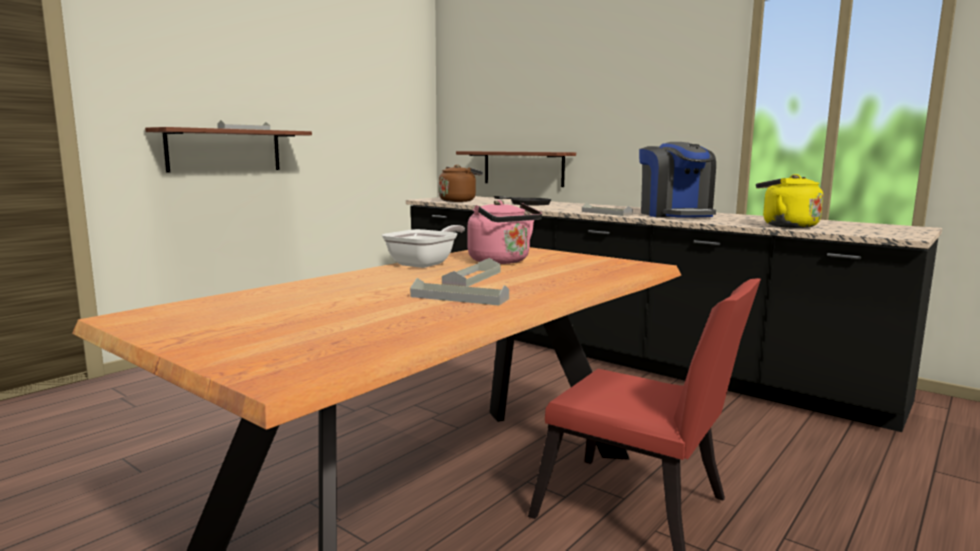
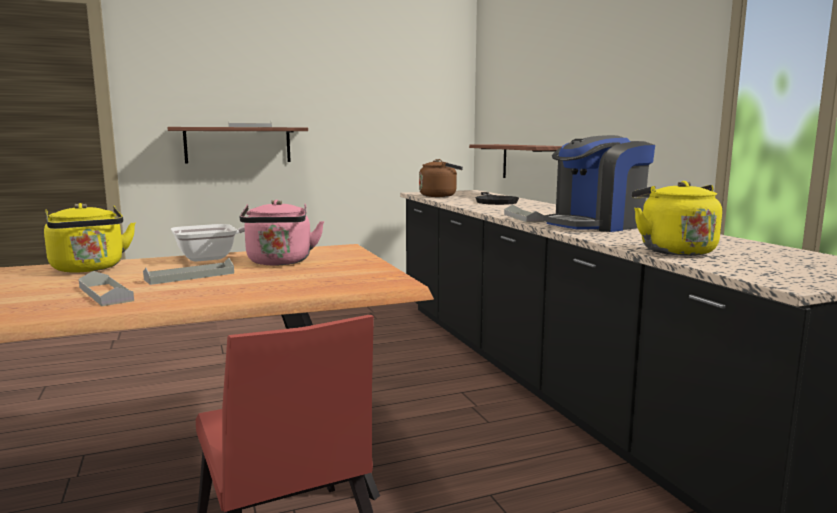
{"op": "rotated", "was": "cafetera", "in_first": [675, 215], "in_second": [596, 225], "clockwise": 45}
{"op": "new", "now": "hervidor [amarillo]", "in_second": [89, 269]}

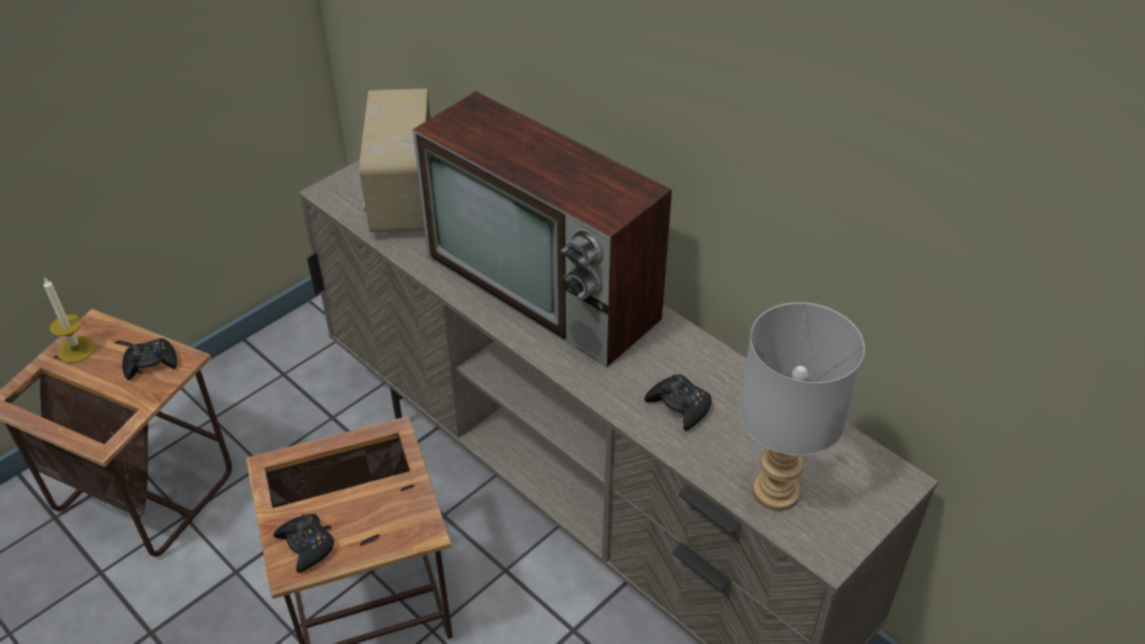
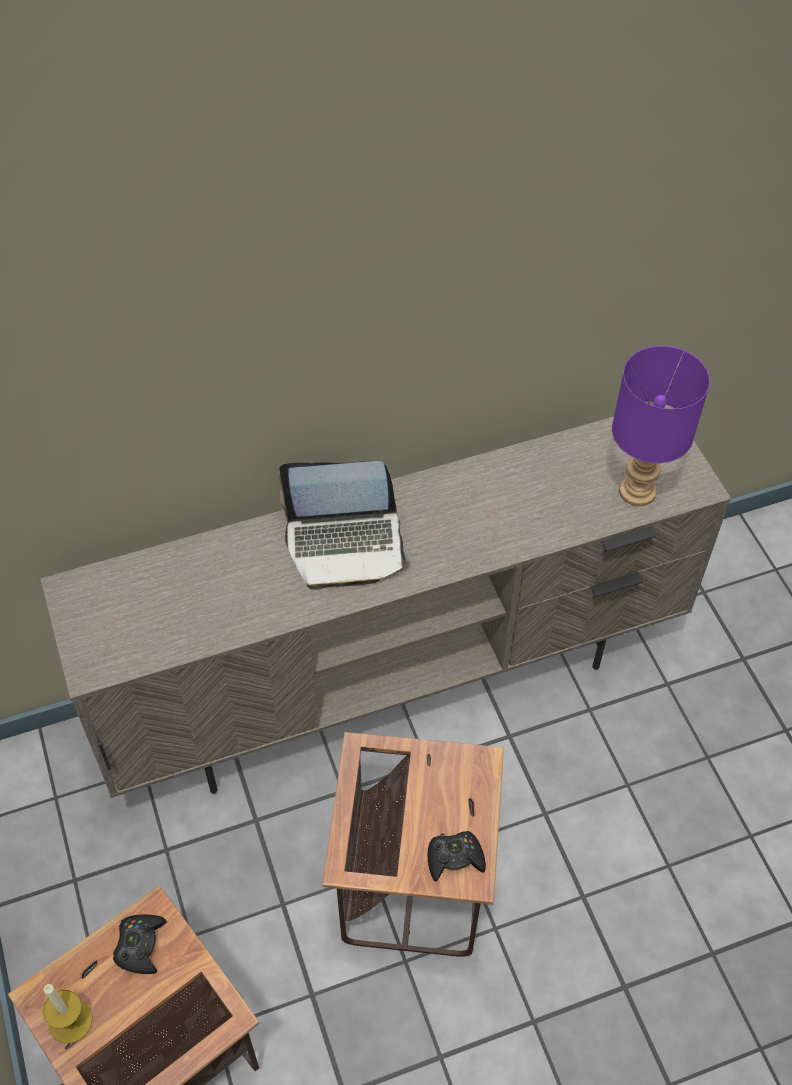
{"op": "gone", "was": "radio", "in_first": [402, 198]}
{"op": "swapped", "was": "televisor", "now": "portátil", "in_first": [546, 288], "in_second": [345, 544]}
{"op": "repainted", "was": "lámpara de mesa [gris]", "now": "lámpara de mesa [morado]", "in_first": [777, 492], "in_second": [638, 491]}
{"op": "gone", "was": "mando de consola [negro]", "in_first": [679, 406]}

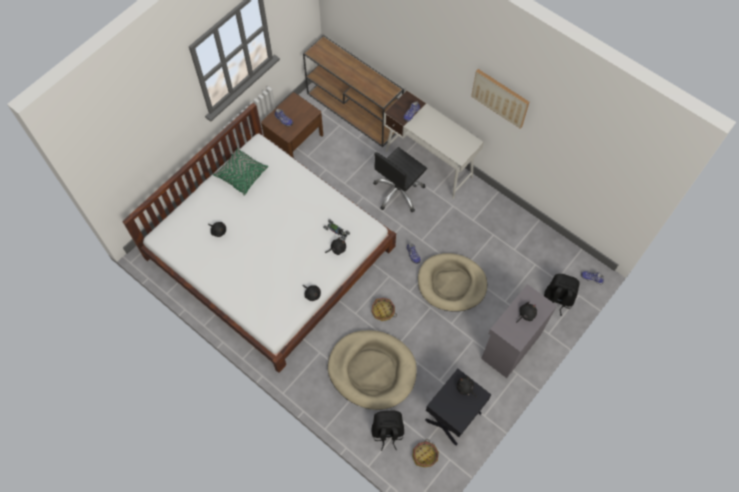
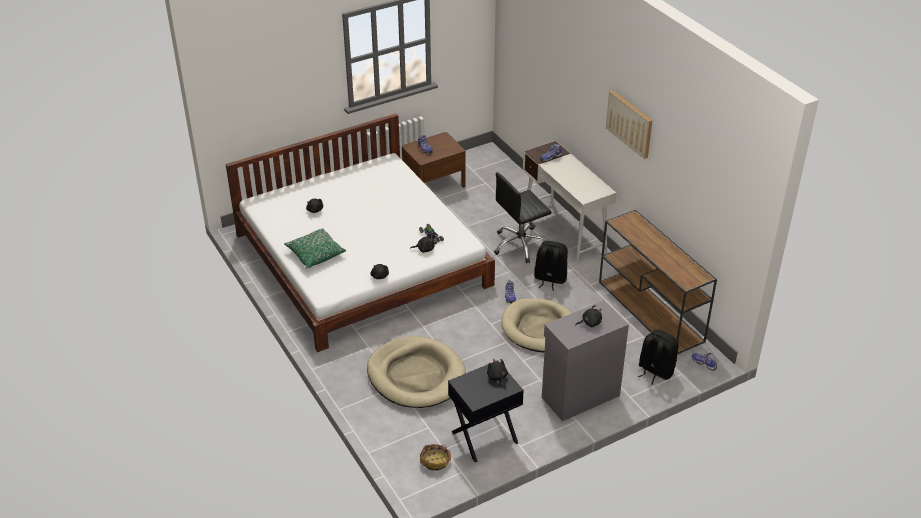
{"op": "shifted", "was": "mesa consola [marrón]", "in_first": [354, 111], "in_second": [651, 312]}
{"op": "shifted", "was": "cojín [verde]", "in_first": [241, 175], "in_second": [315, 254]}
{"op": "gone", "was": "cesta", "in_first": [383, 311]}
{"op": "shifted", "was": "mochila [negro]", "in_first": [387, 432], "in_second": [549, 279]}

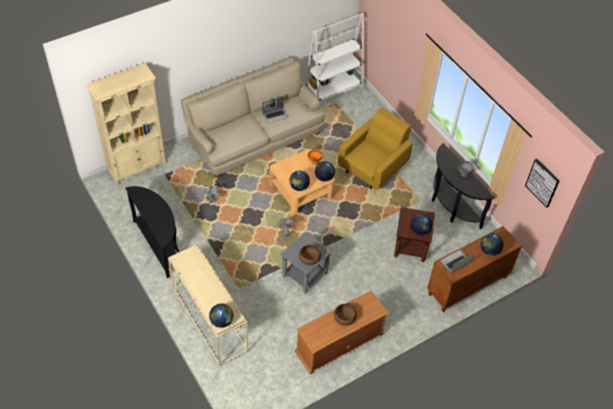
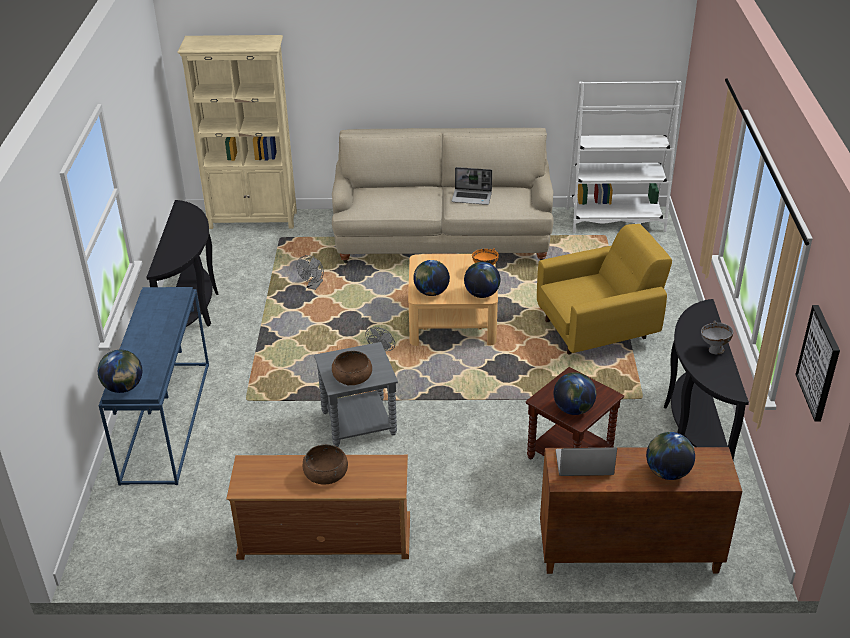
{"op": "repainted", "was": "mesa consola [beis]", "now": "mesa consola [azul]", "in_first": [208, 319], "in_second": [165, 420]}

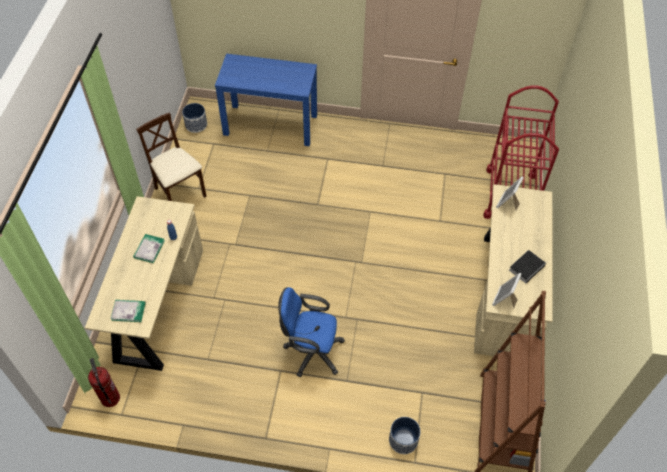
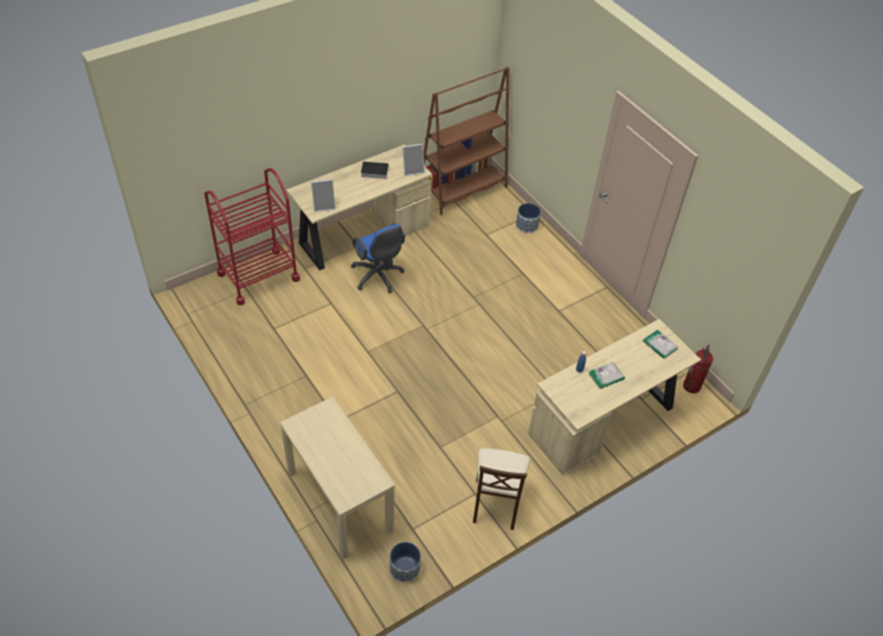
{"op": "repainted", "was": "mesa consola [azul]", "now": "mesa consola [beis]", "in_first": [271, 125], "in_second": [339, 500]}
{"op": "shifted", "was": "silla de oficina [azul]", "in_first": [311, 351], "in_second": [378, 277]}

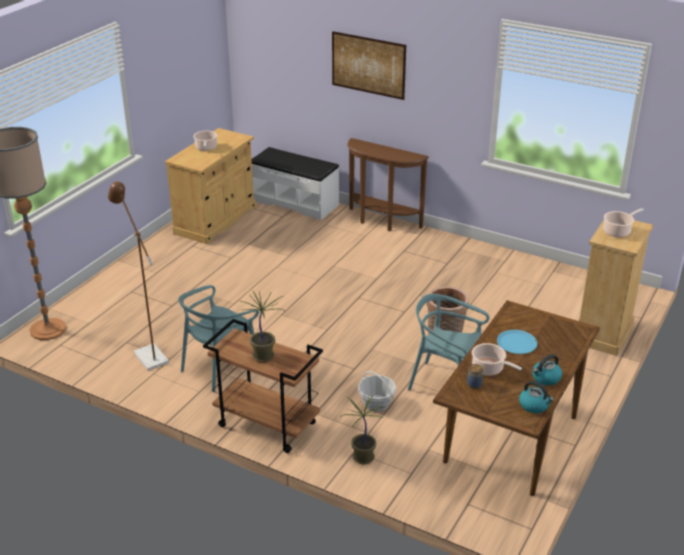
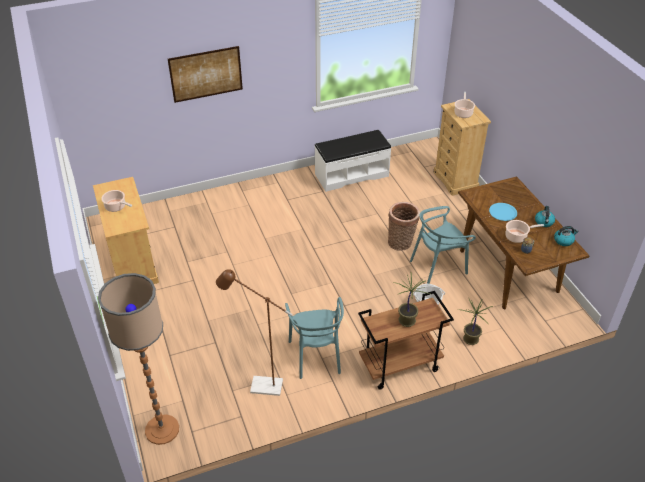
{"op": "gone", "was": "mesa consola [marrón]", "in_first": [381, 222]}
{"op": "shifted", "was": "banco [blanco]", "in_first": [295, 202], "in_second": [351, 175]}

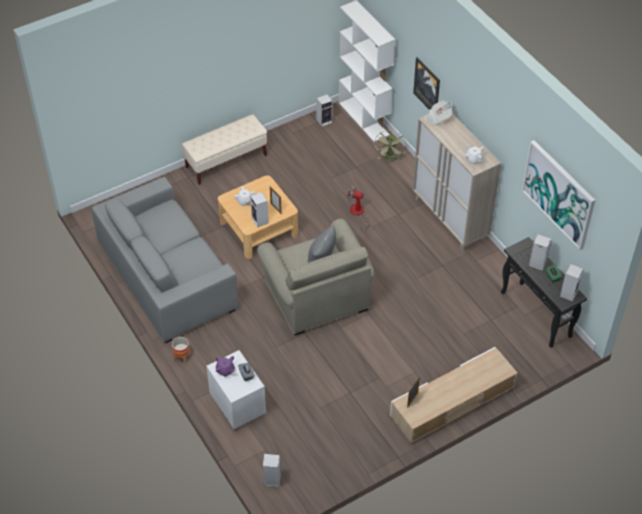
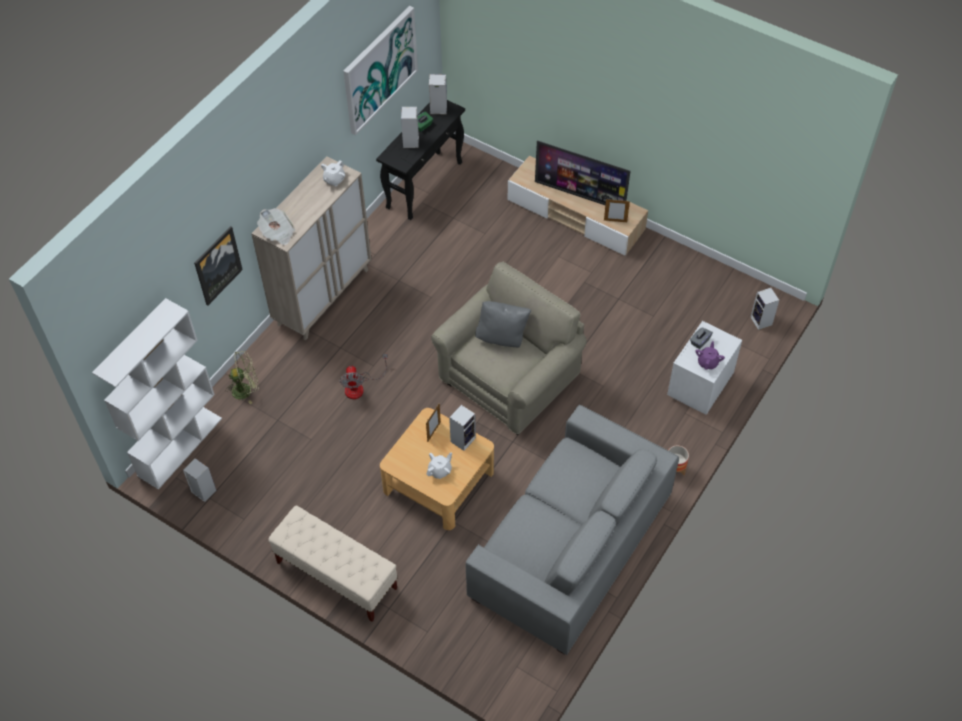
{"op": "new", "now": "televisor", "in_second": [580, 195]}

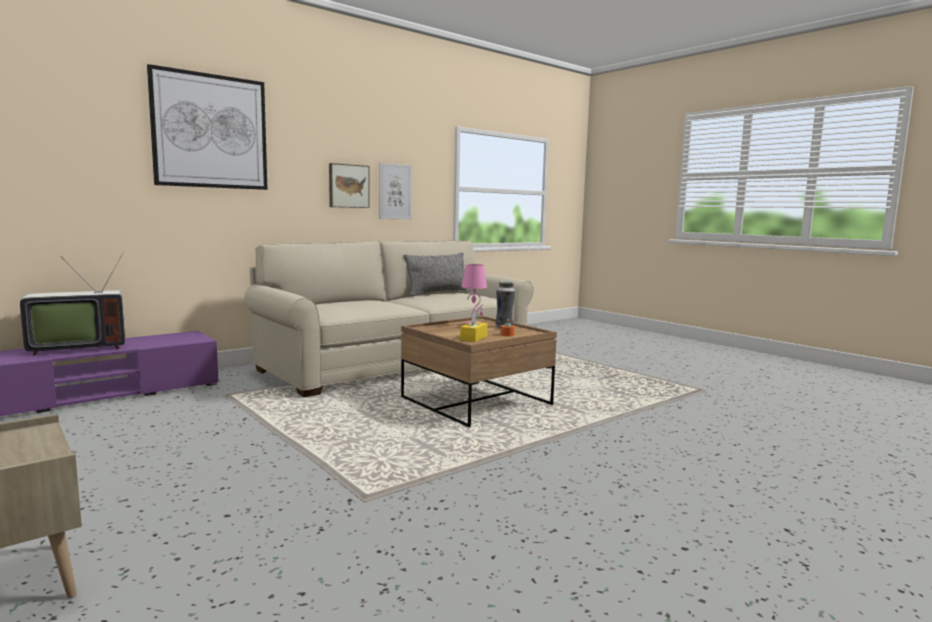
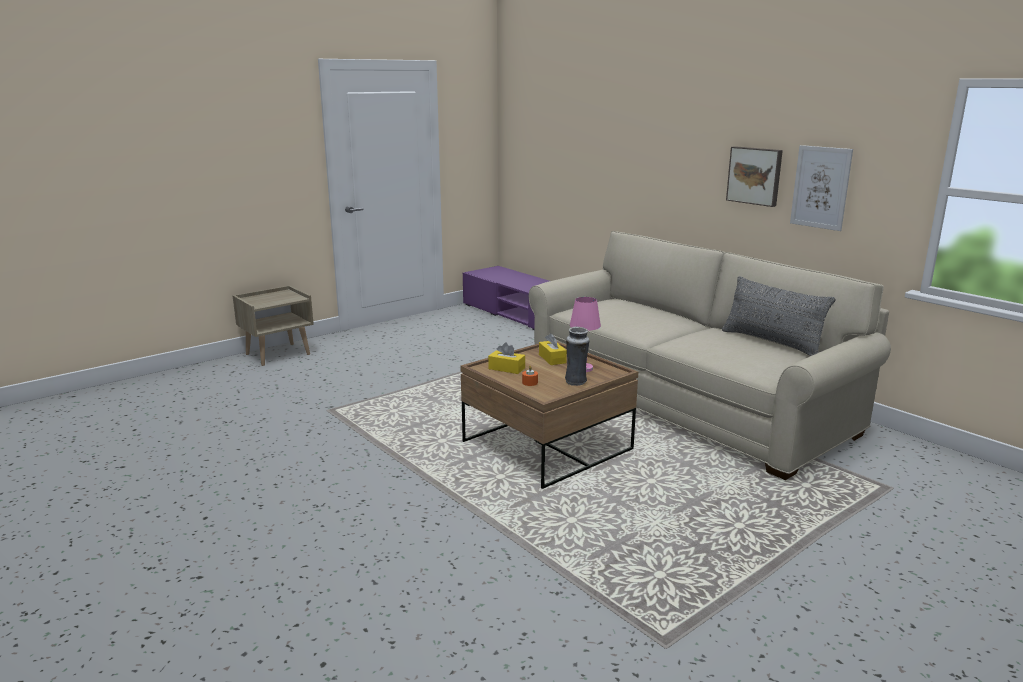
{"op": "gone", "was": "cuadro", "in_first": [210, 131]}
{"op": "gone", "was": "televisor", "in_first": [77, 348]}
{"op": "new", "now": "caja de pañuelos [amarillo]", "in_second": [552, 359]}

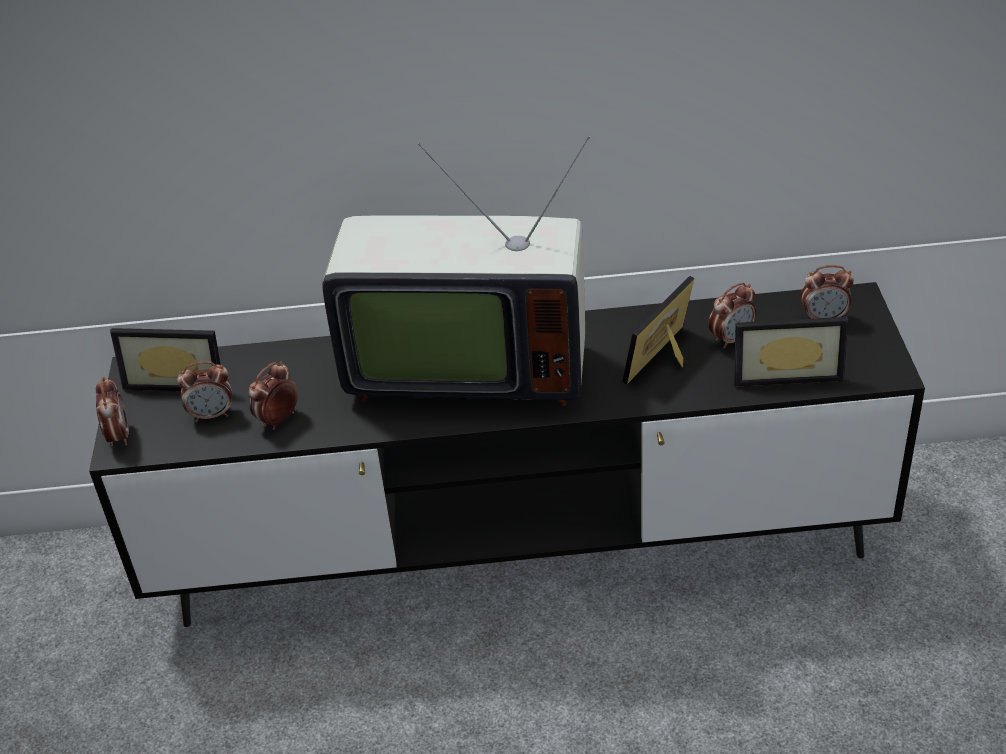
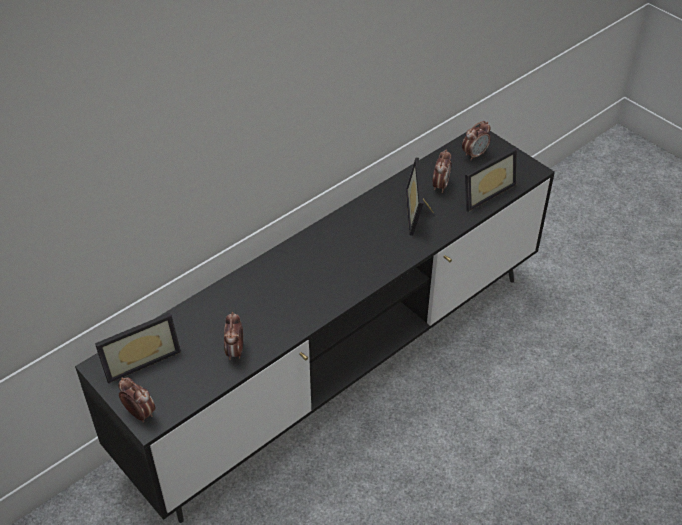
{"op": "gone", "was": "televisor", "in_first": [464, 365]}
{"op": "gone", "was": "despertador", "in_first": [212, 414]}

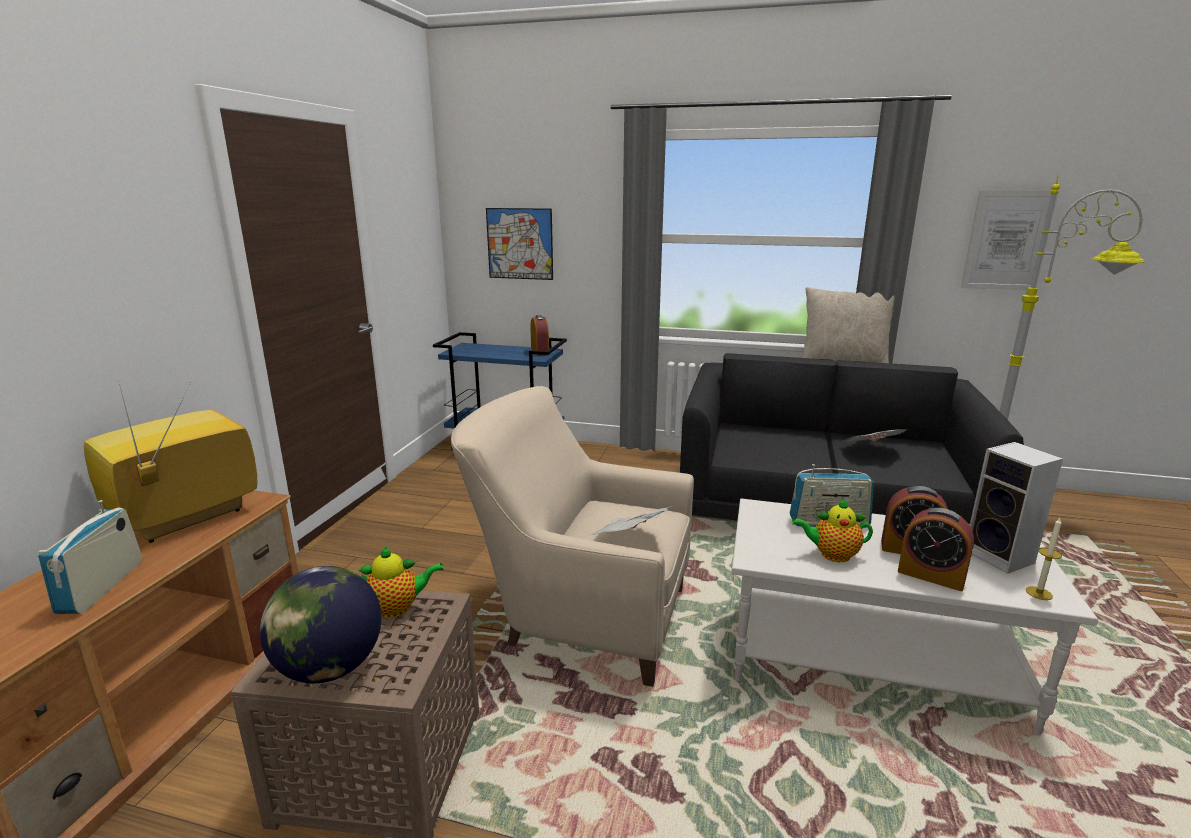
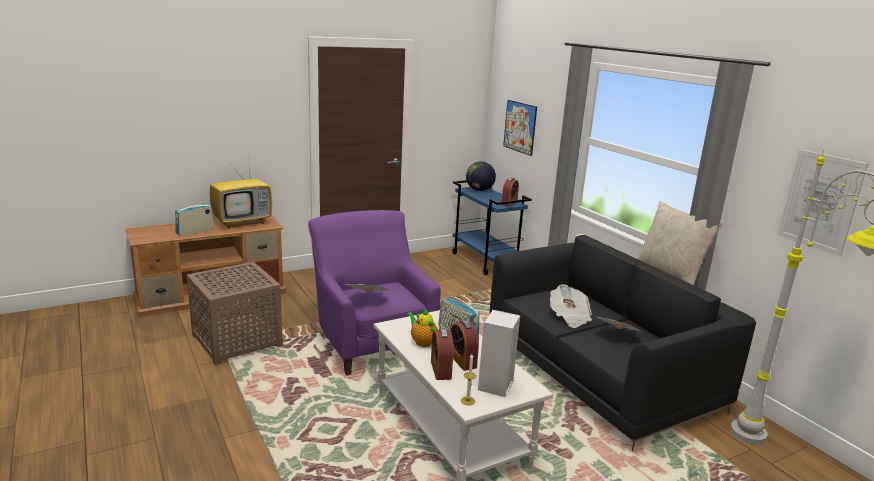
{"op": "rotated", "was": "televisor", "in_first": [185, 520], "in_second": [243, 222], "clockwise": 150}
{"op": "repainted", "was": "sillón [beis]", "now": "sillón [morado]", "in_first": [579, 616], "in_second": [370, 341]}
{"op": "gone", "was": "tetera", "in_first": [397, 608]}
{"op": "shifted", "was": "globo terráqueo", "in_first": [329, 668], "in_second": [479, 190]}
{"op": "new", "now": "periódico", "in_second": [569, 317]}

